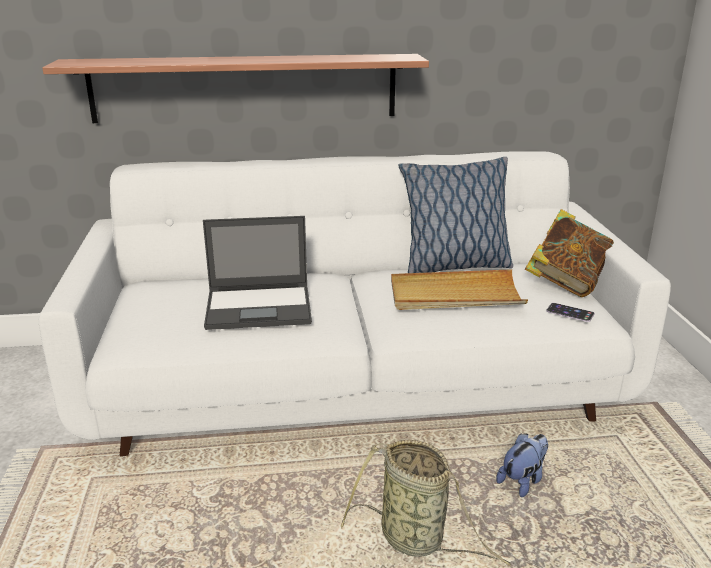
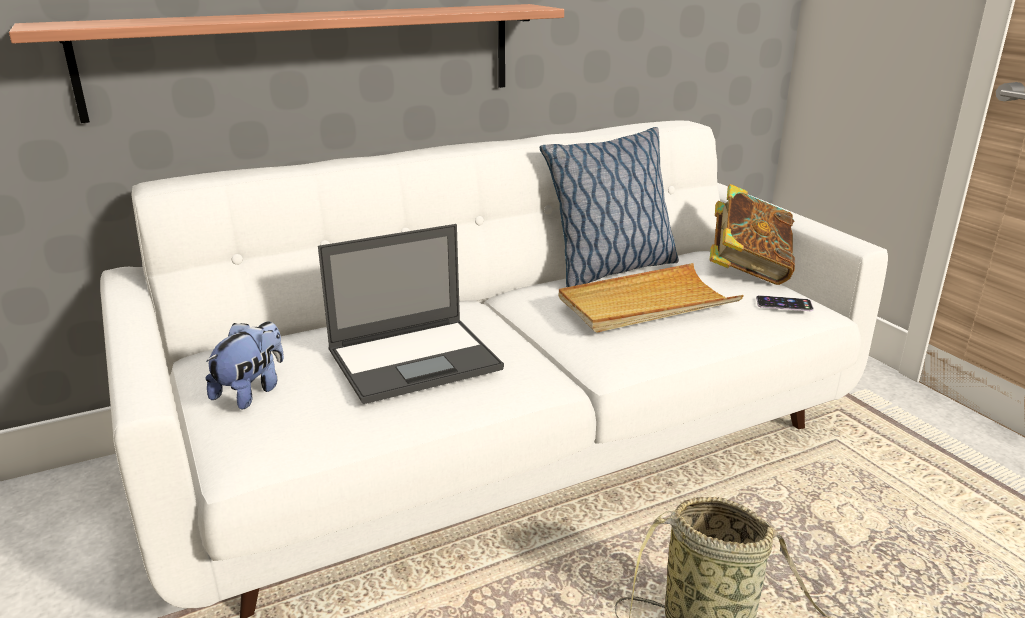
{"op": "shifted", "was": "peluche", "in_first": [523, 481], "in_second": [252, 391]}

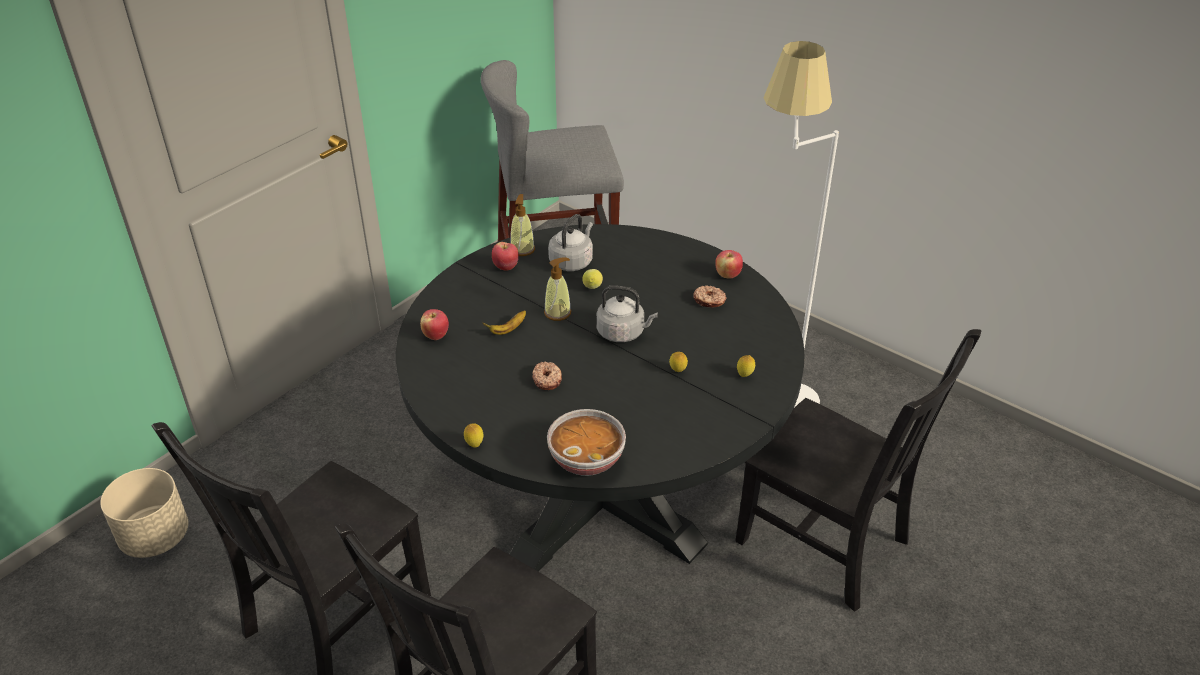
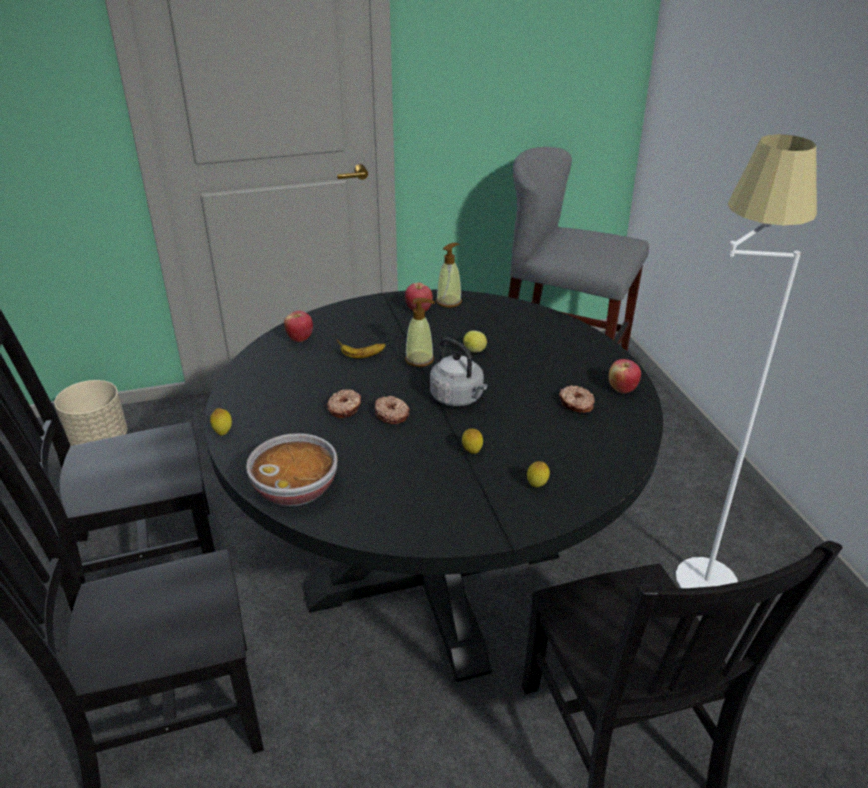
{"op": "gone", "was": "hervidor [gris]", "in_first": [572, 261]}
{"op": "new", "now": "rosquilla", "in_second": [392, 414]}

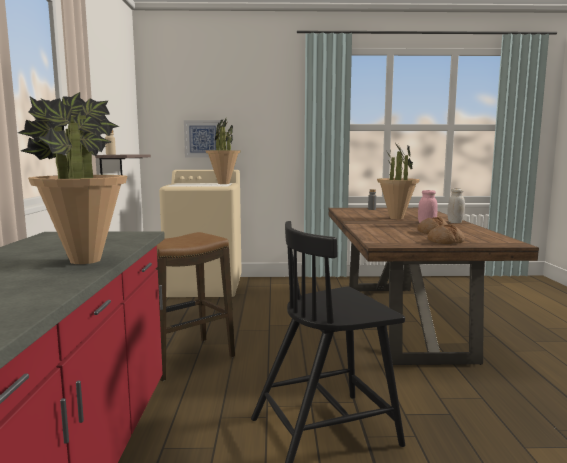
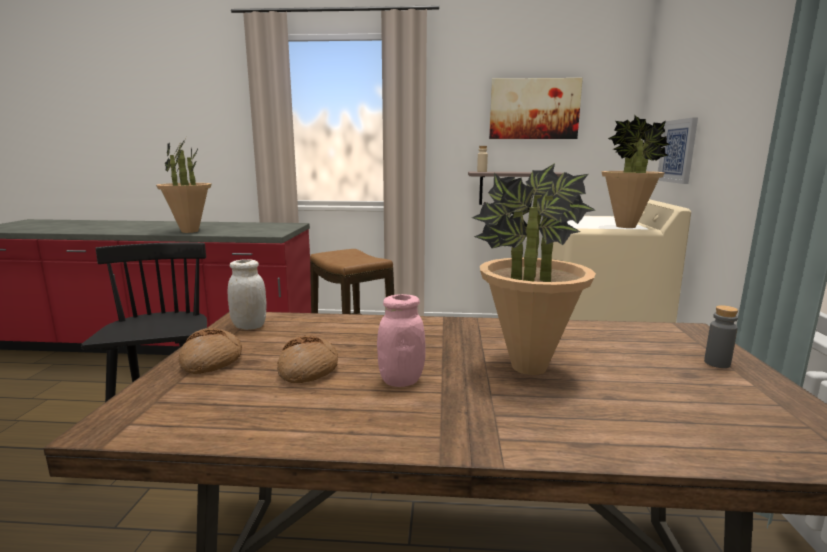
{"op": "shifted", "was": "tarro [blanco]", "in_first": [455, 222], "in_second": [249, 326]}
{"op": "new", "now": "cuadro", "in_second": [534, 109]}

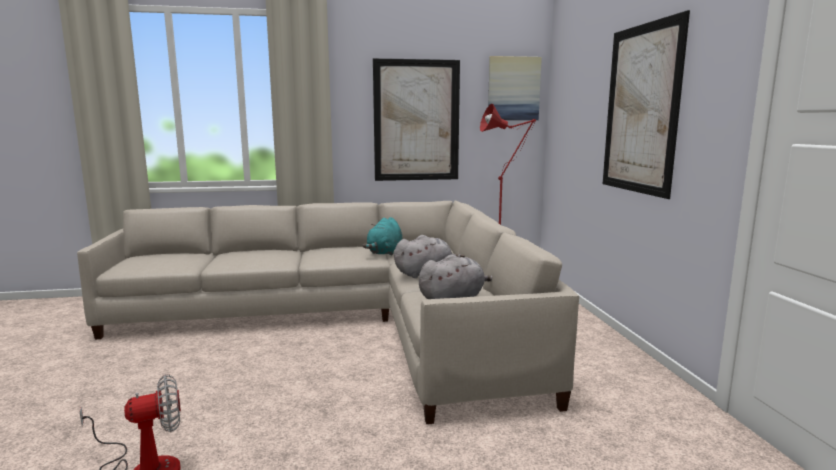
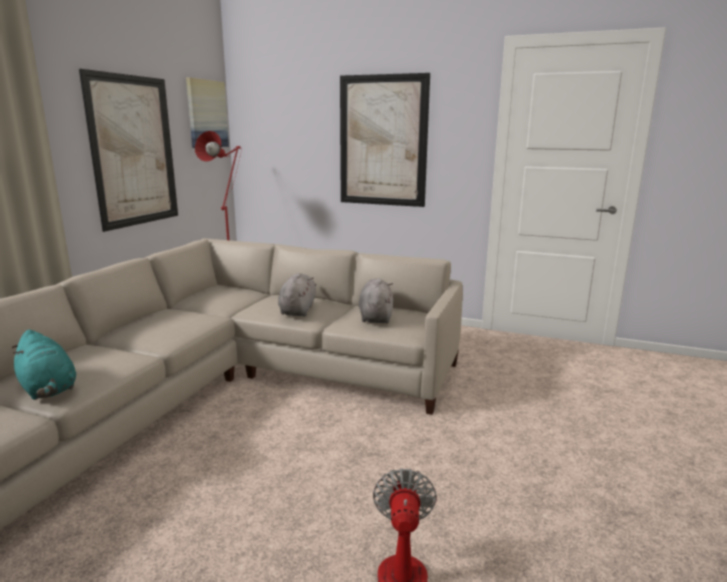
{"op": "shifted", "was": "peluche [turquesa]", "in_first": [384, 252], "in_second": [48, 389]}

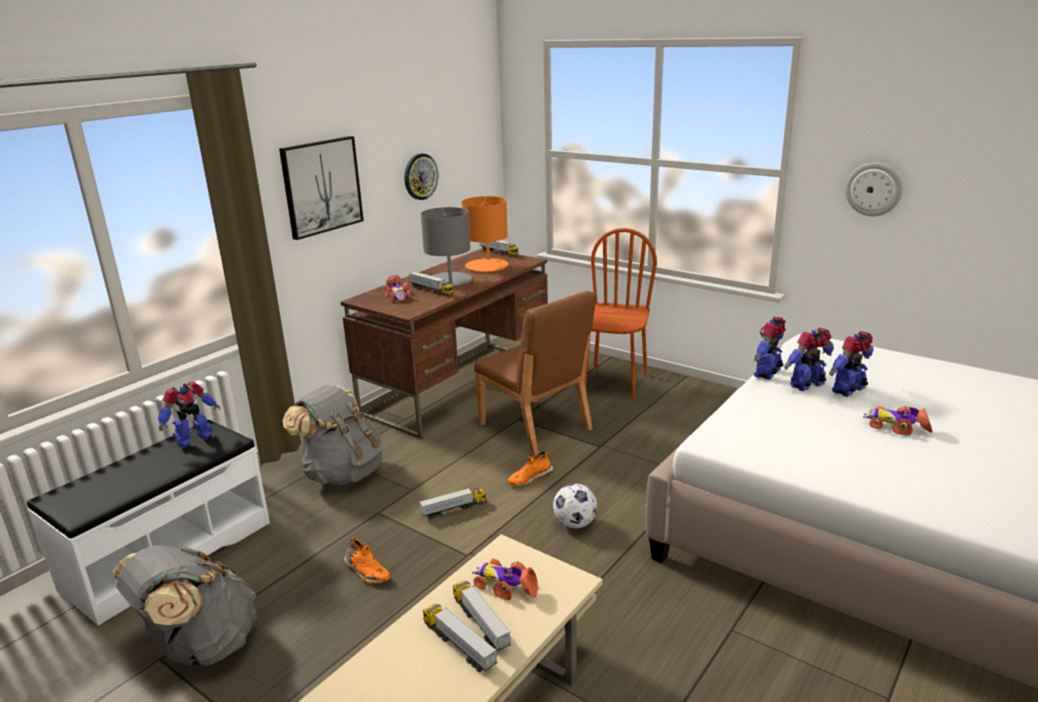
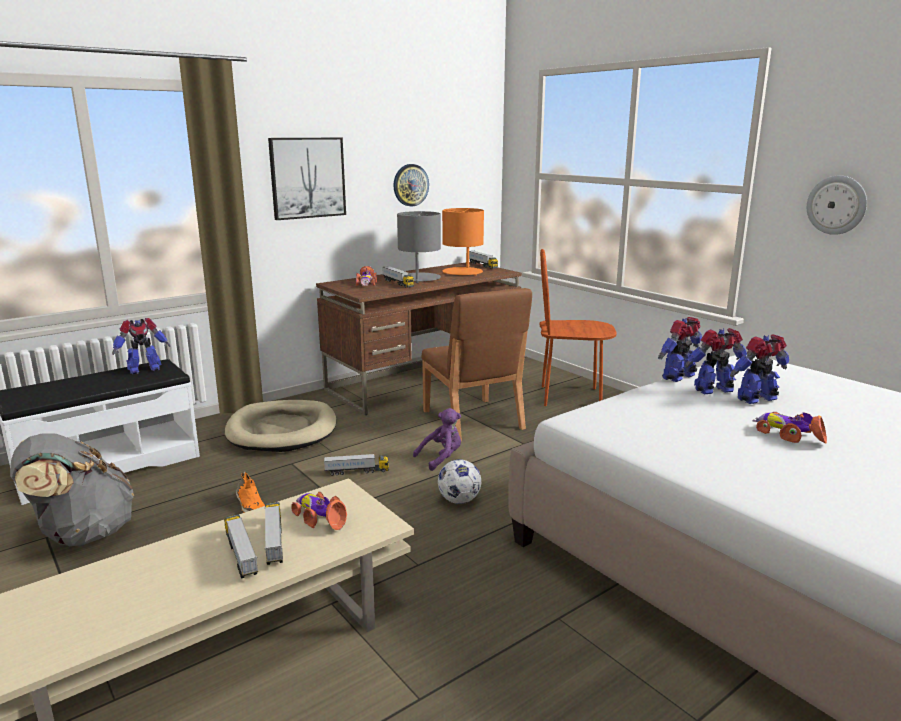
{"op": "rotated", "was": "silla [marrón]", "in_first": [614, 383], "in_second": [570, 396], "clockwise": -120}
{"op": "swapped", "was": "mochila [gris]", "now": "cama para perro [beis]", "in_first": [342, 473], "in_second": [282, 430]}
{"op": "swapped", "was": "zapato [naranja]", "now": "peluche [morado]", "in_first": [530, 478], "in_second": [441, 458]}

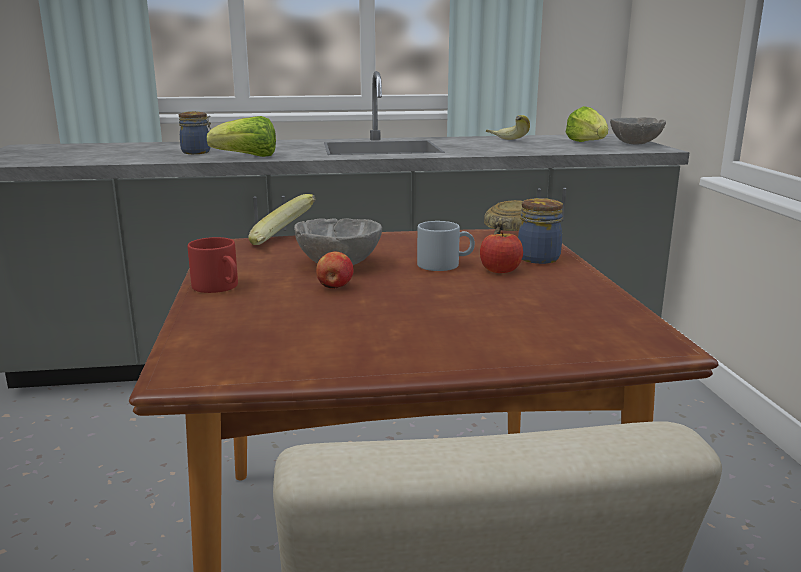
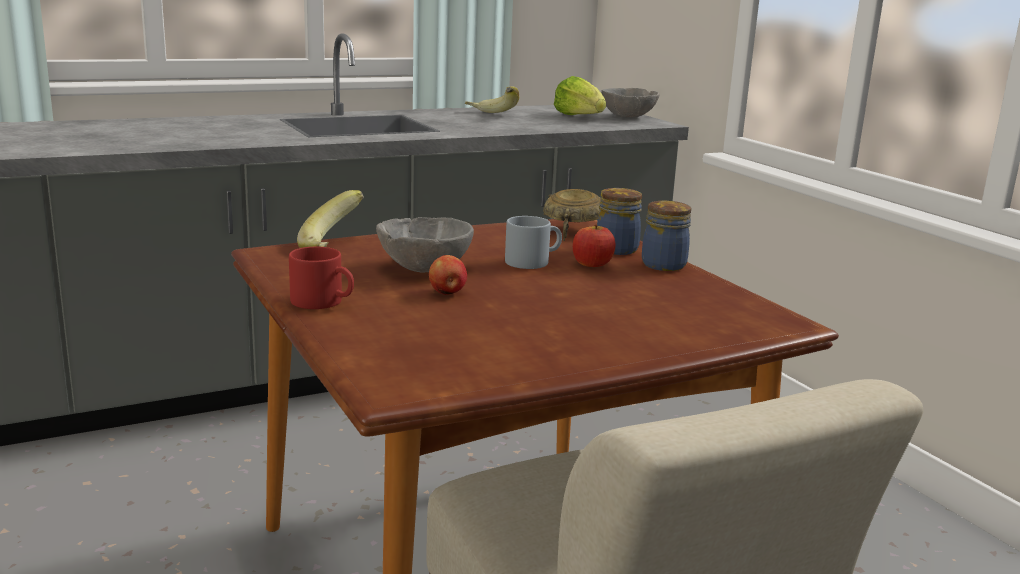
{"op": "shifted", "was": "tarro", "in_first": [197, 152], "in_second": [665, 265]}
{"op": "gone", "was": "lechuga", "in_first": [247, 157]}

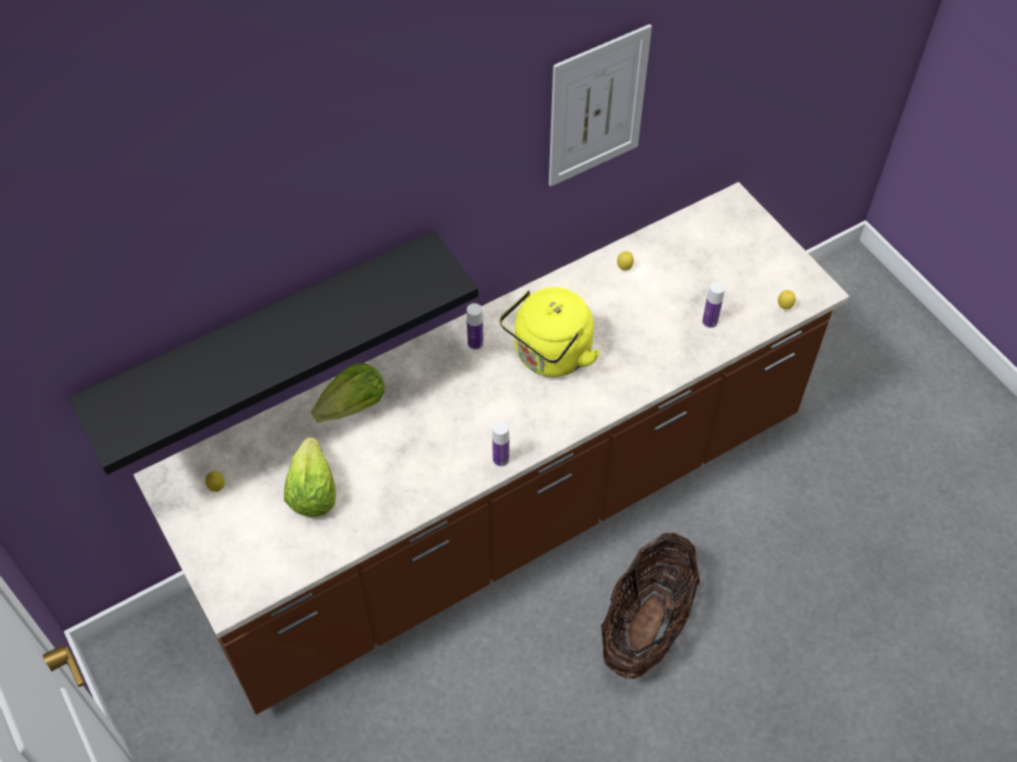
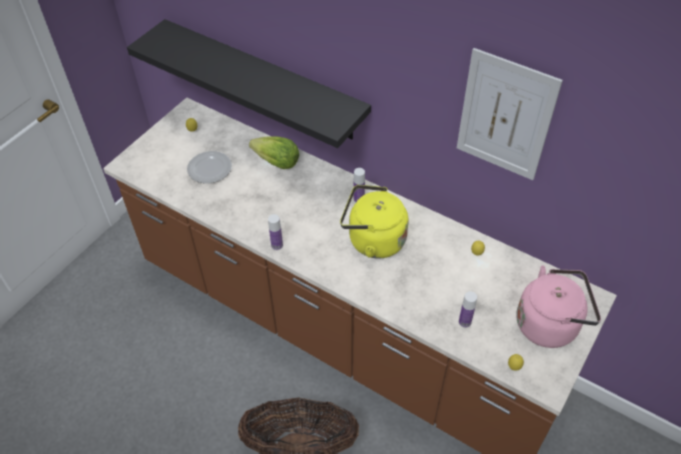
{"op": "swapped", "was": "lechuga", "now": "plato", "in_first": [312, 491], "in_second": [209, 169]}
{"op": "new", "now": "hervidor [rosa]", "in_second": [550, 324]}

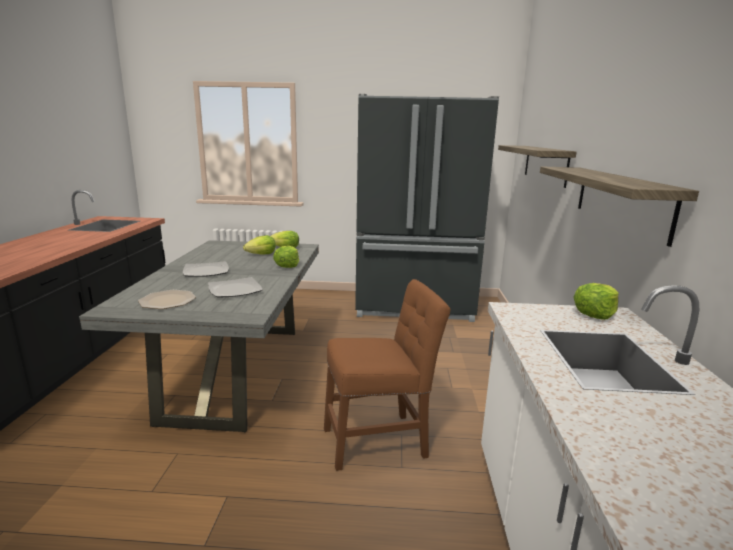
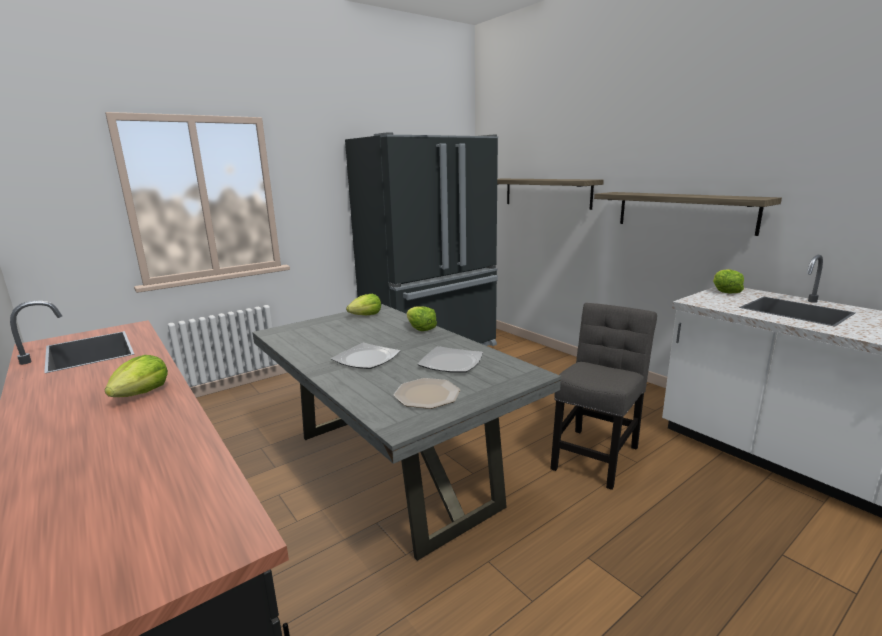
{"op": "shifted", "was": "lechuga", "in_first": [261, 254], "in_second": [142, 393]}
{"op": "repainted", "was": "silla [marrón]", "now": "silla [gris]", "in_first": [380, 440], "in_second": [596, 454]}

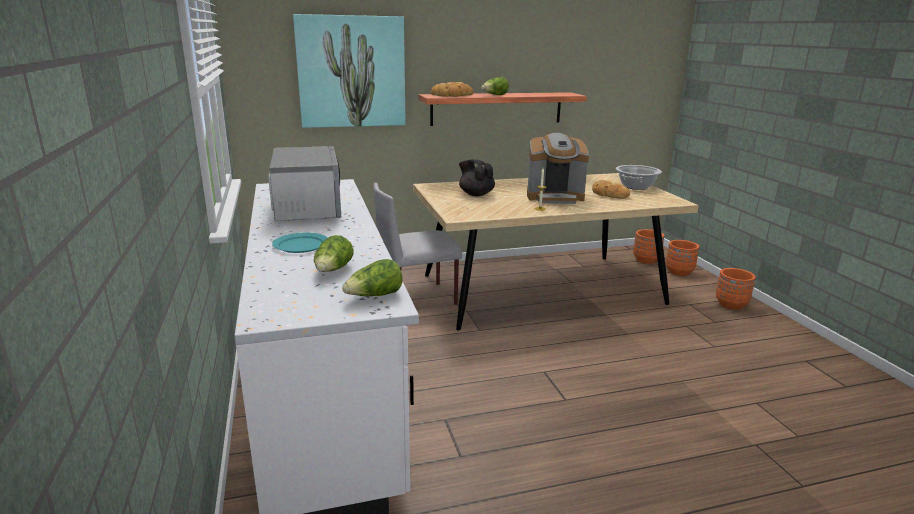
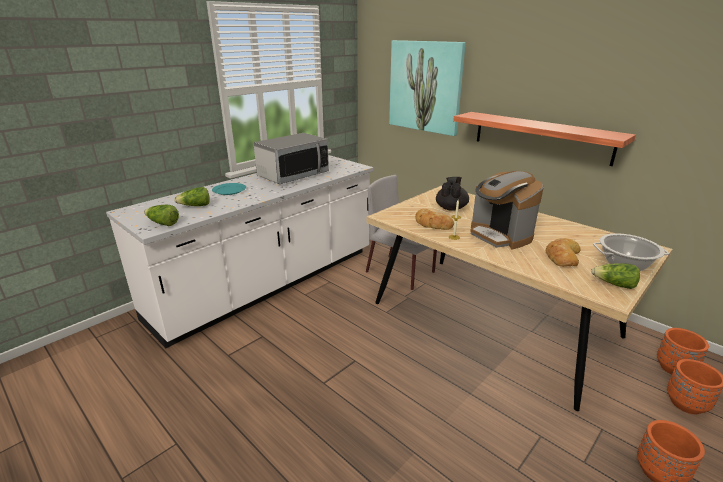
{"op": "shifted", "was": "lechuga", "in_first": [495, 95], "in_second": [614, 284]}
{"op": "shifted", "was": "pan", "in_first": [452, 95], "in_second": [432, 223]}

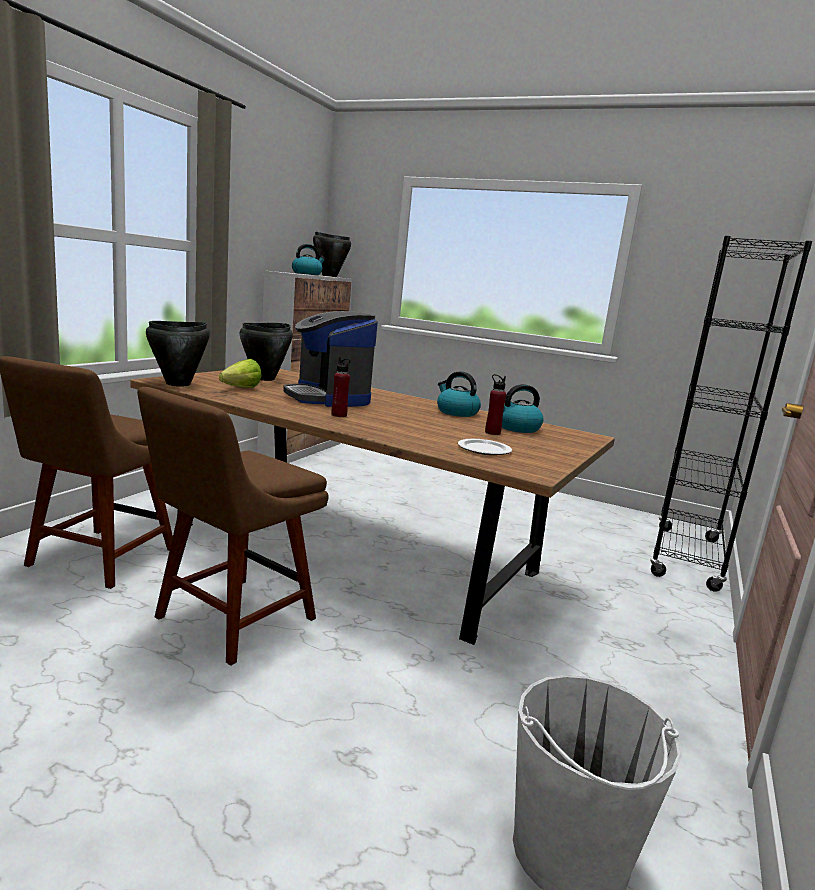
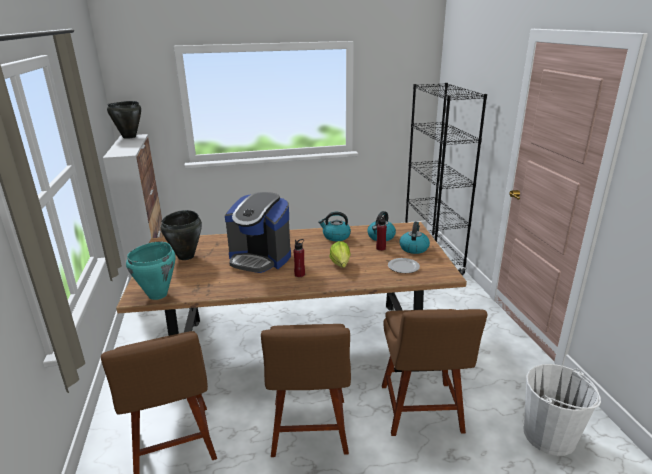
{"op": "shifted", "was": "hervidor", "in_first": [307, 274], "in_second": [413, 248]}
{"op": "repainted", "was": "olla [negro]", "now": "olla [turquesa]", "in_first": [178, 384], "in_second": [158, 295]}
{"op": "shifted", "was": "lechuga", "in_first": [237, 389], "in_second": [340, 266]}
{"op": "new", "now": "silla [marrón]", "in_second": [422, 412]}

